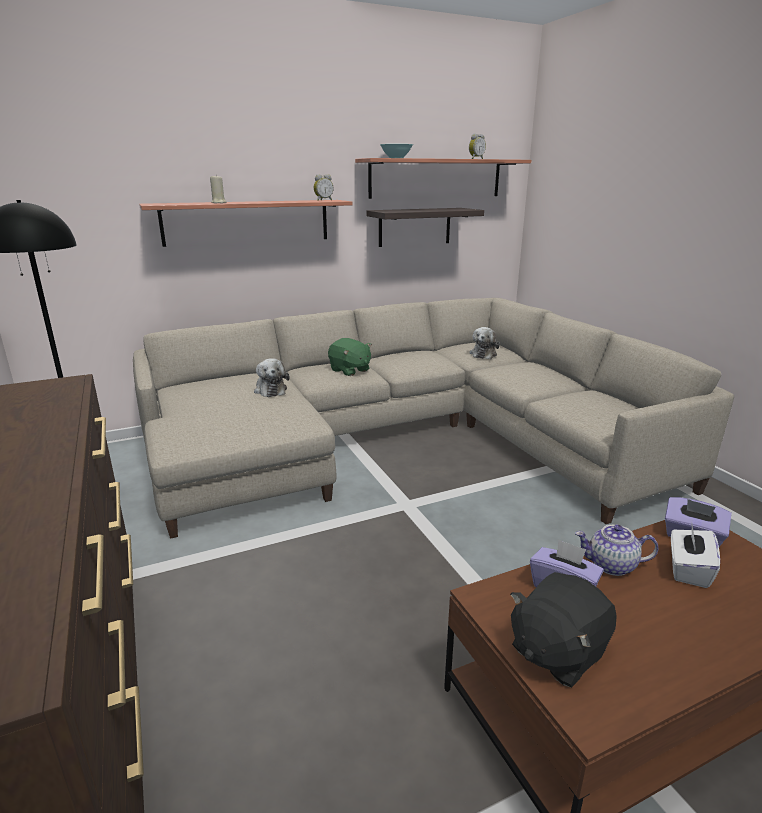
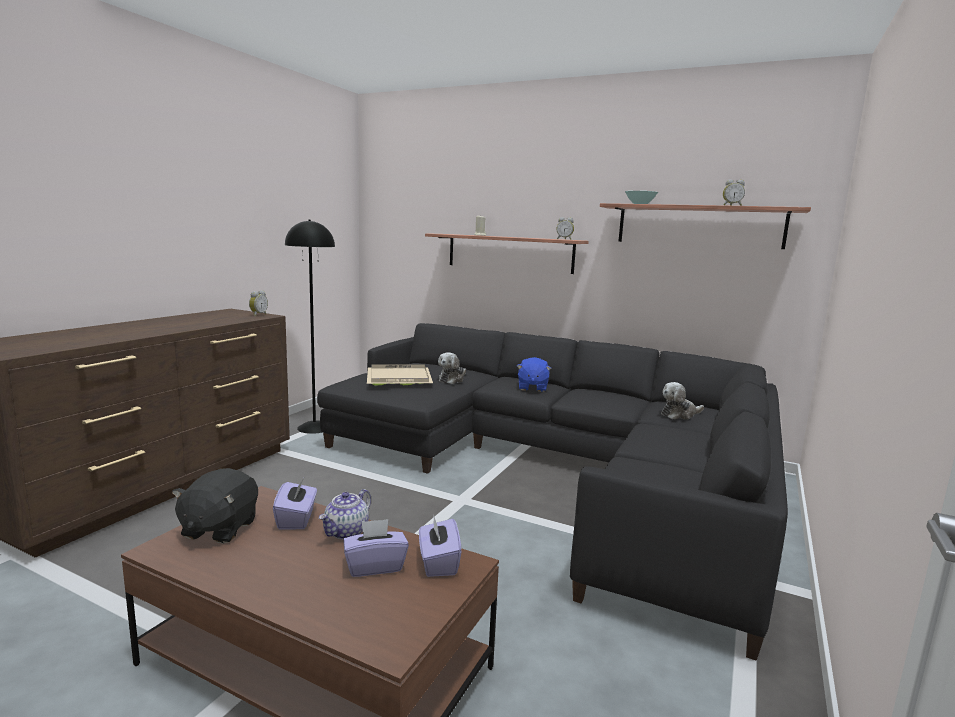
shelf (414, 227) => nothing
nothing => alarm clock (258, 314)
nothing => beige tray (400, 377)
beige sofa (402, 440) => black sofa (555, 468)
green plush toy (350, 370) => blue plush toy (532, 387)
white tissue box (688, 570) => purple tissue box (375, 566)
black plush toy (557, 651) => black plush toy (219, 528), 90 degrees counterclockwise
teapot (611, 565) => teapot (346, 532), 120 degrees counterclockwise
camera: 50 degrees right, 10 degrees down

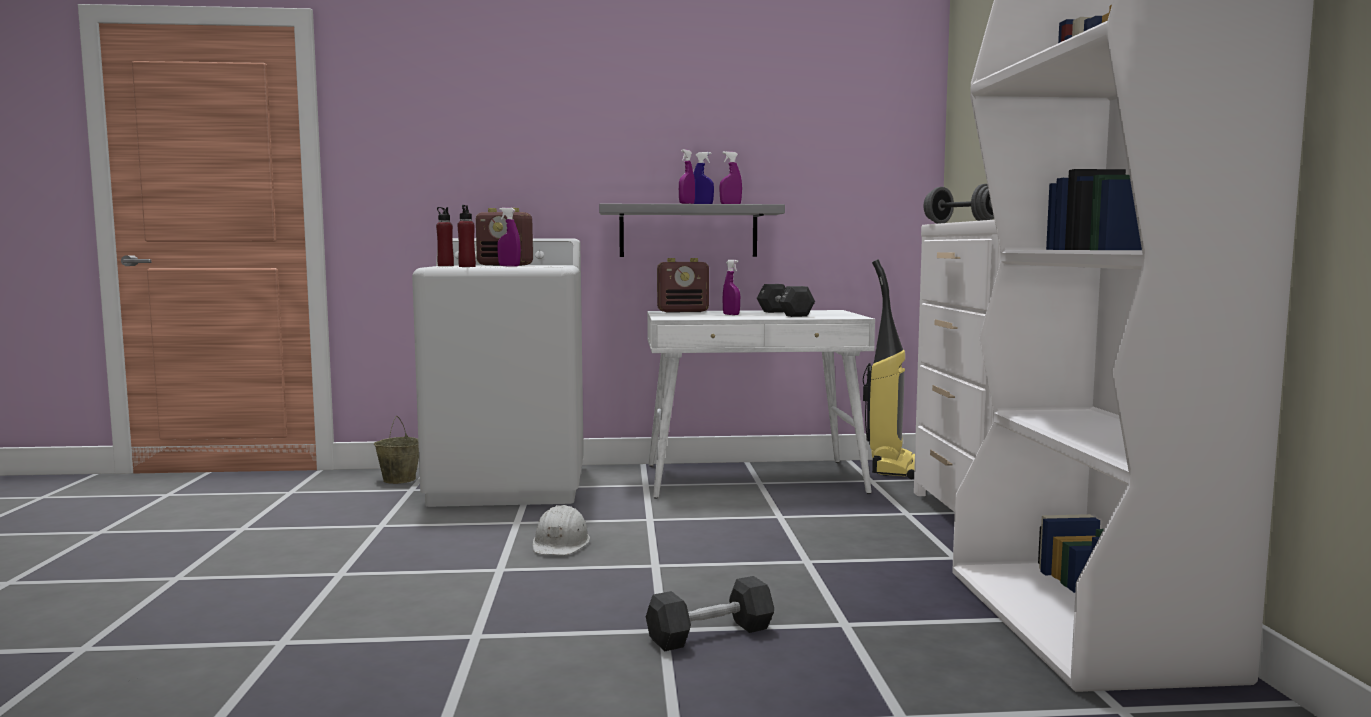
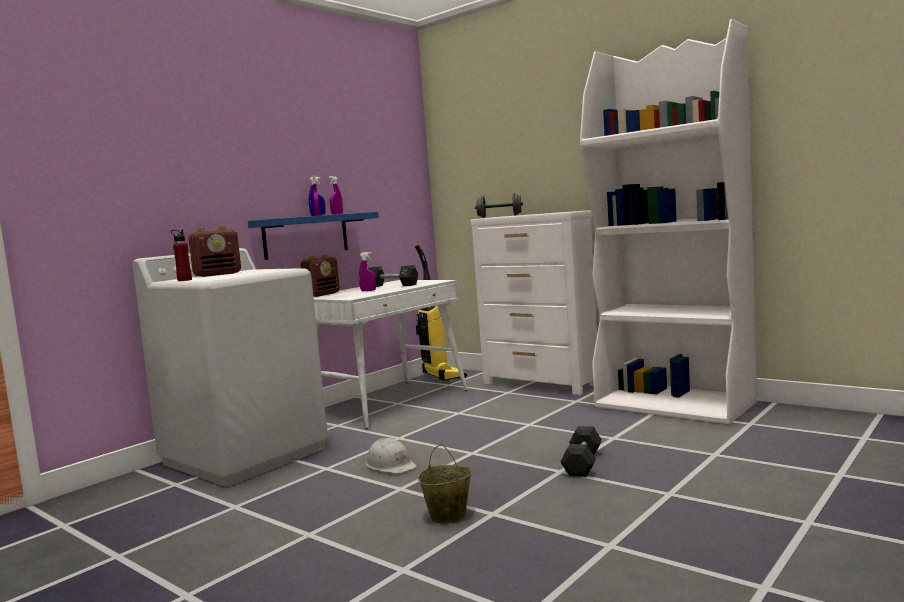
red bottle (467, 266) => nothing
purple spray bottle (509, 266) => nothing
beige bucket (398, 479) => beige bucket (447, 516), relocated
grey shelf (688, 231) => blue shelf (306, 236)
camera: 45 degrees left, 0 degrees up

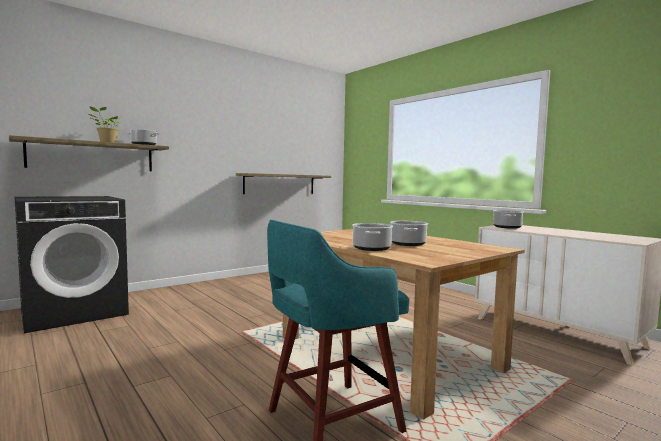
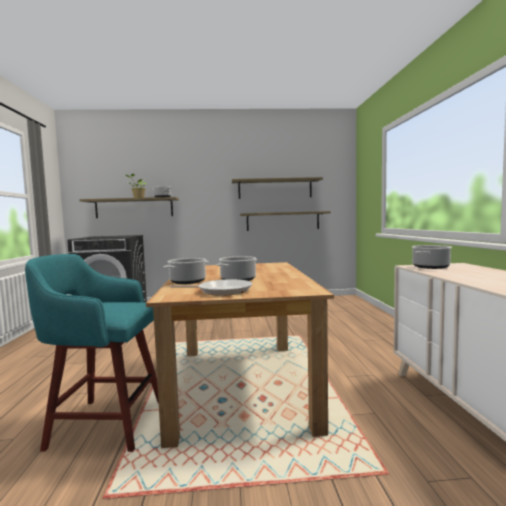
nothing => frying pan (221, 291)
nothing => shelf (275, 189)
camera: 35 degrees right, 0 degrees up

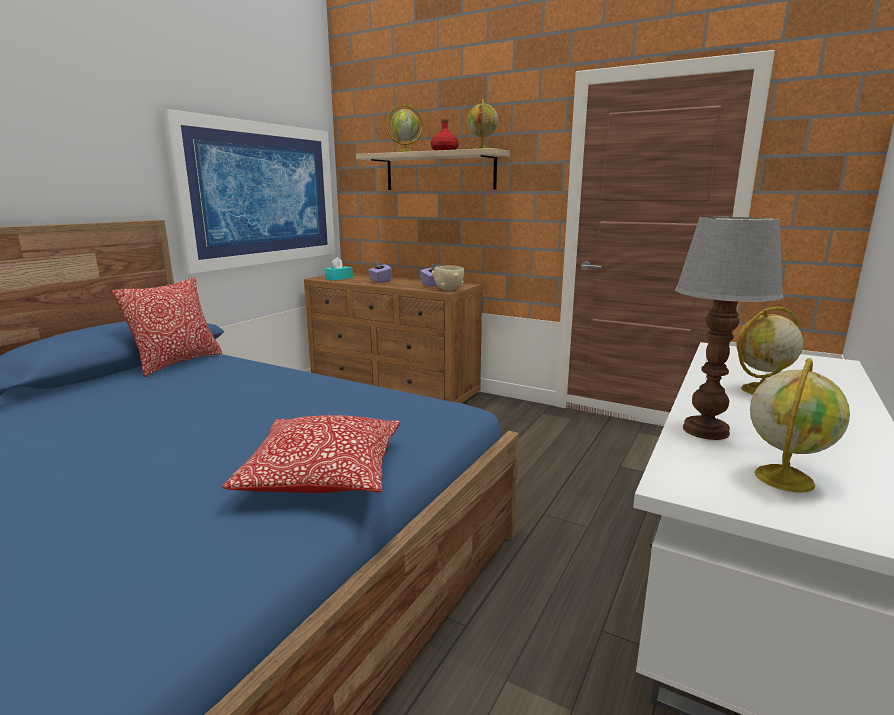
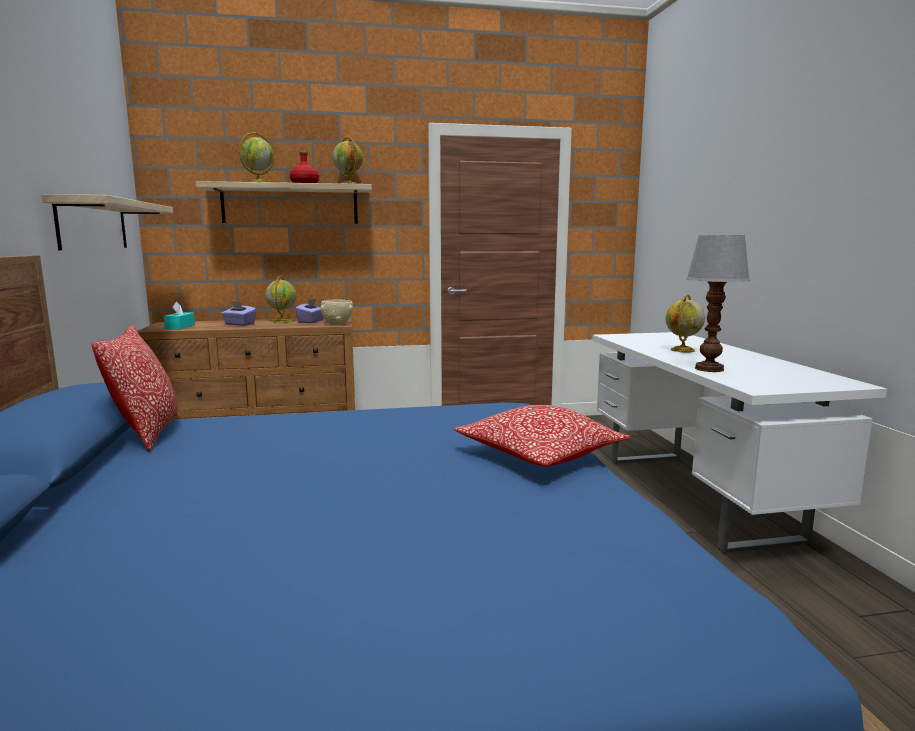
globe (783, 478) => globe (282, 321), relocated
picture (261, 194) => shelf (93, 225)
camera: 40 degrees left, 5 degrees down

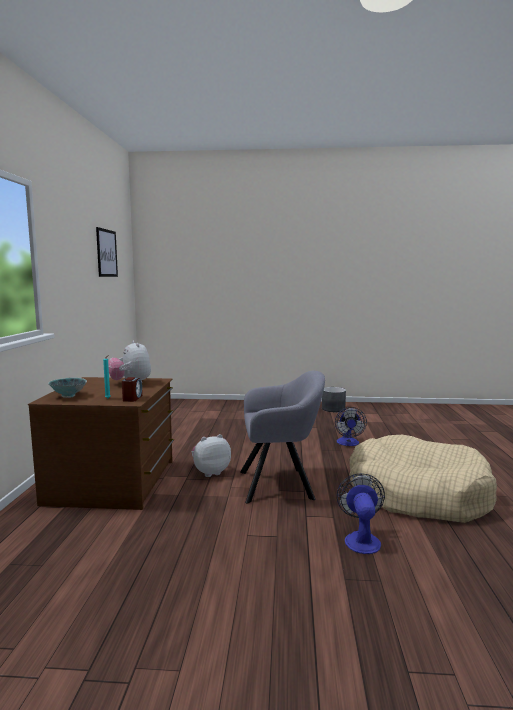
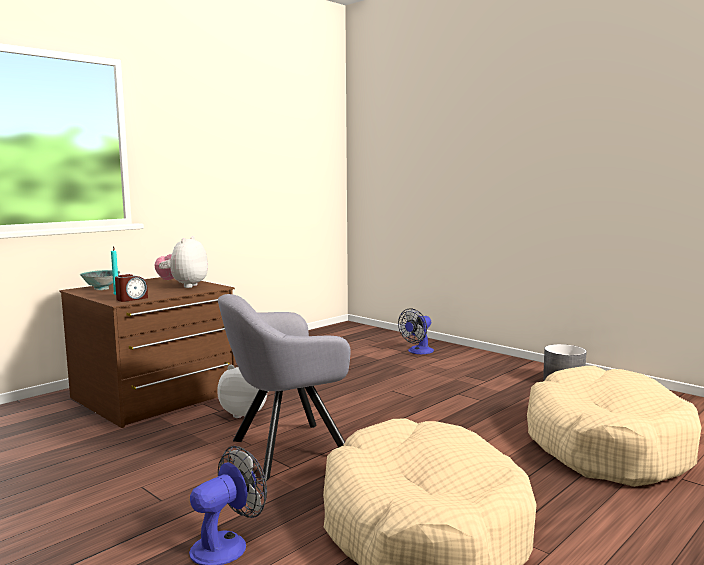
picture (106, 253) => nothing
nothing => beige dog bed (605, 445)
fan (348, 443) => fan (418, 351), relocated
grey armchair (281, 484) => grey armchair (283, 451), 120 degrees clockwise
camera: 40 degrees right, 0 degrees up

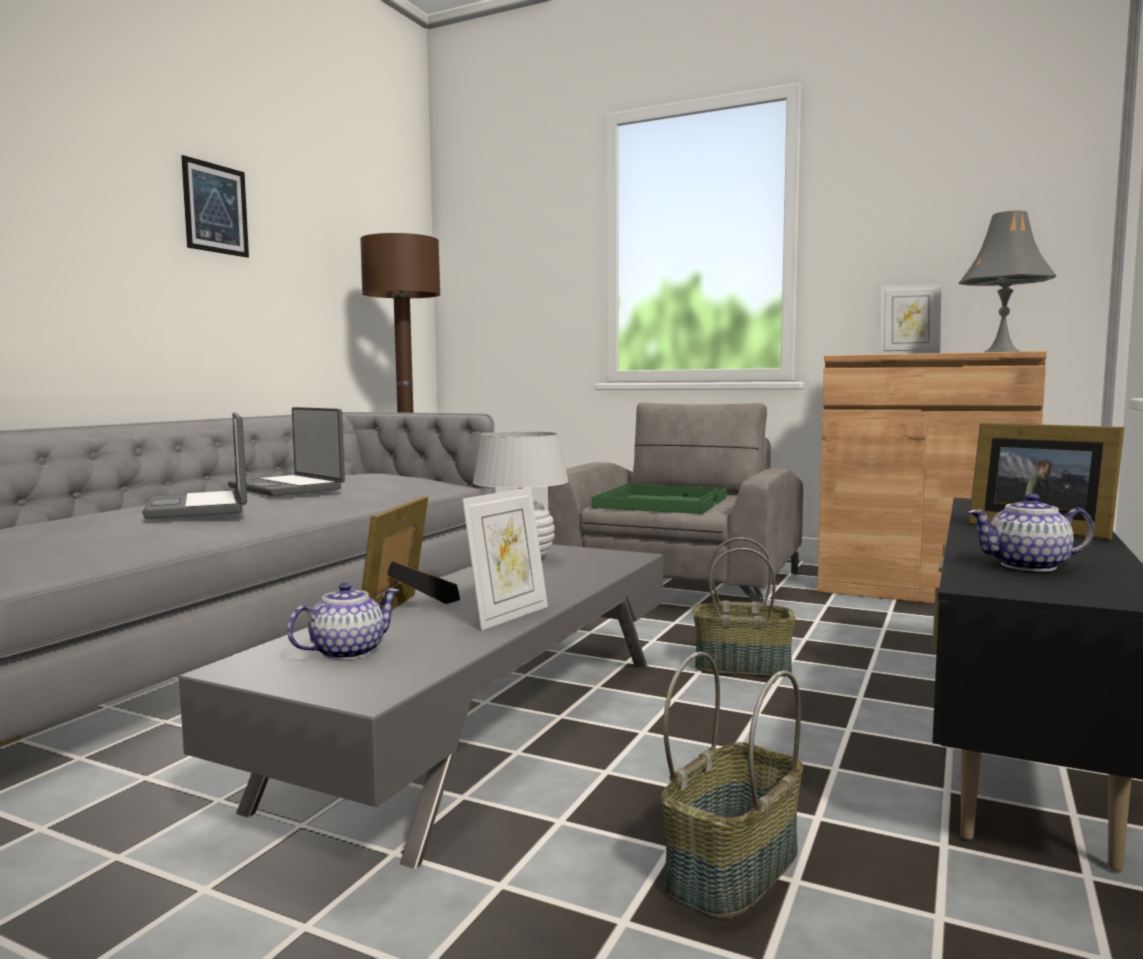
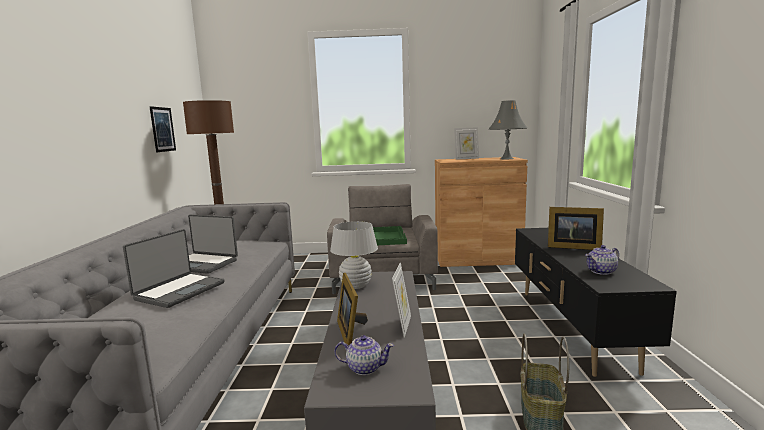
basket (743, 666) => nothing
picture (215, 208) => picture (162, 129), relocated
laptop (200, 507) => laptop (179, 291), 105 degrees counterclockwise
teapot (346, 652) => teapot (364, 368), 75 degrees clockwise
camera: 25 degrees left, 5 degrees up

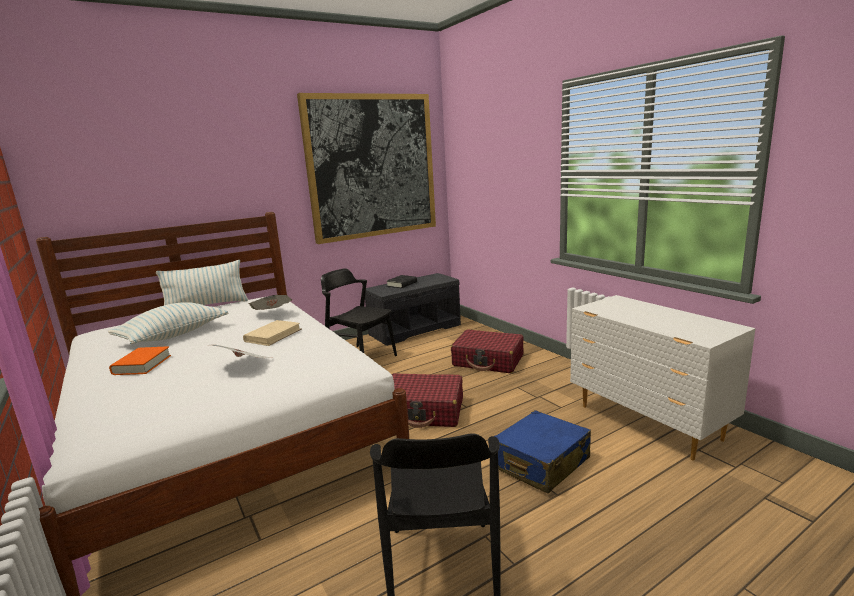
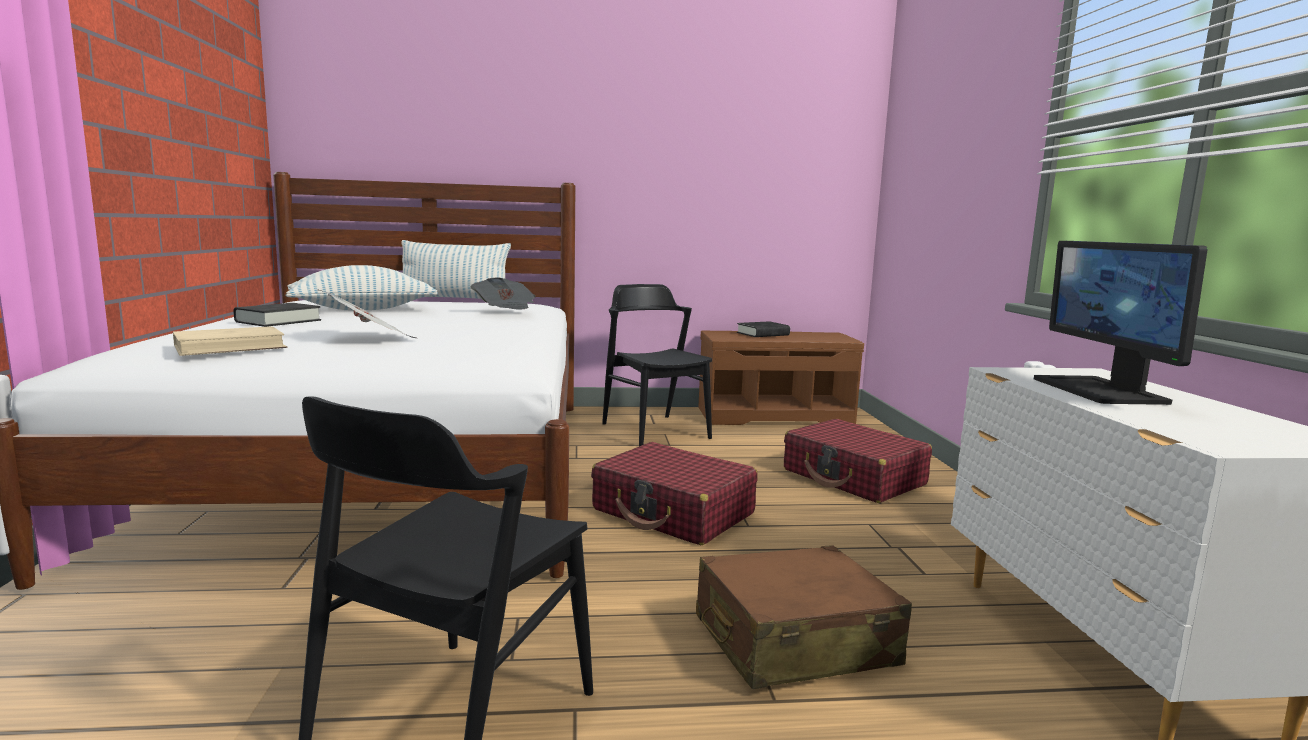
picture (371, 166) => nothing
nothing => monitor (1101, 391)
beige book (273, 335) => beige book (230, 347), relocated
orange book (142, 365) => black book (278, 321)
grey bench (415, 329) => brown bench (775, 415)
blue suitcase (540, 463) => brown suitcase (793, 641)
camera: 25 degrees right, 5 degrees down

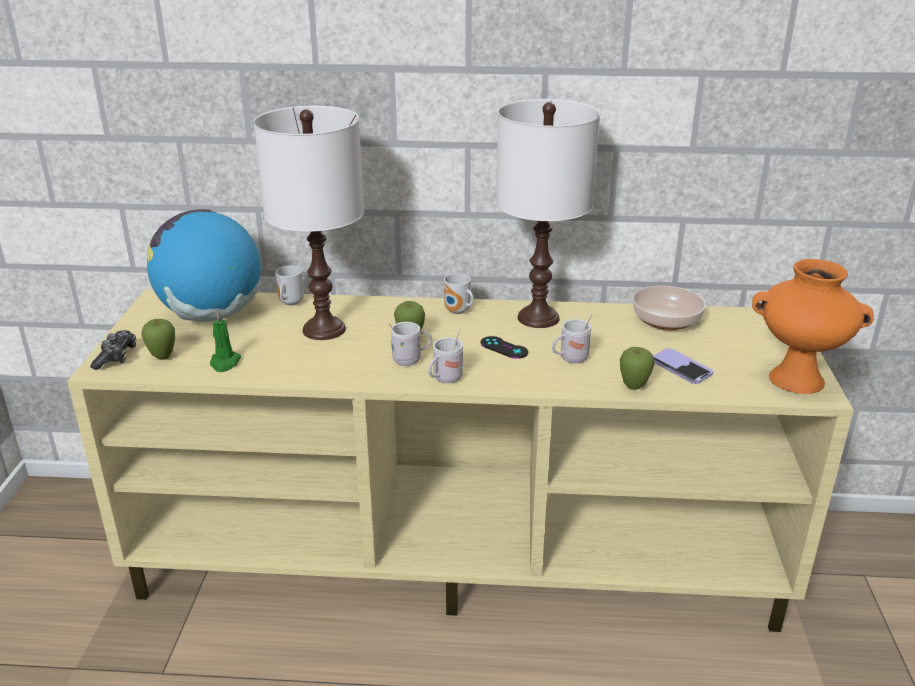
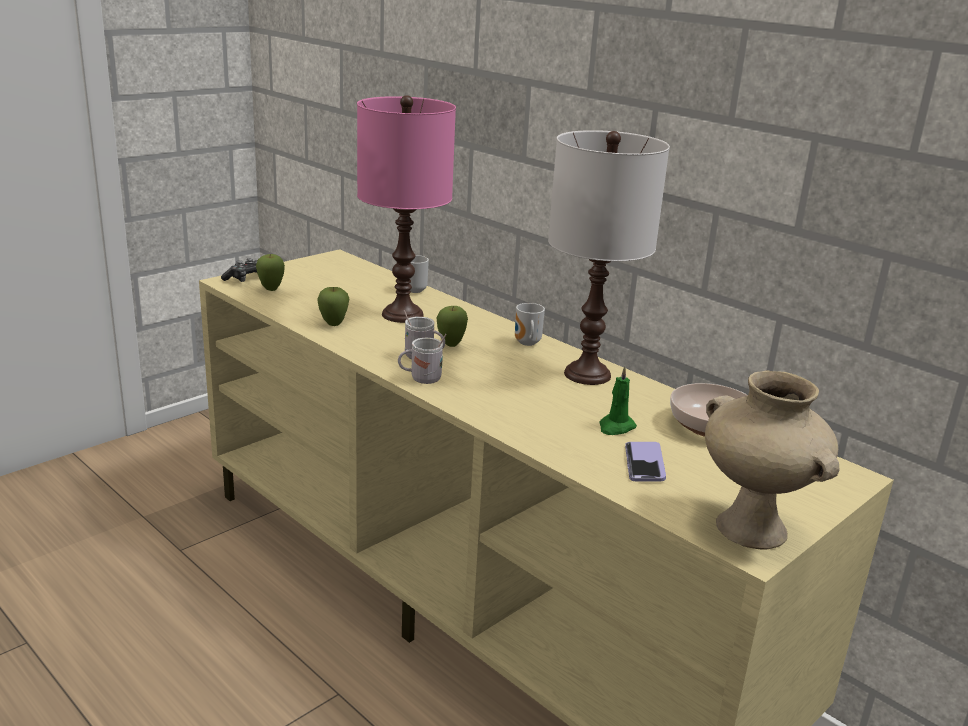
globe (212, 315) => nothing
black game controller (504, 348) => nothing
white mug (570, 359) => nothing
green candle (225, 363) => green candle (616, 427), relocated
apple (633, 387) => apple (333, 325), relocated
white table lamp (325, 329) => pink table lamp (403, 315)
orange vase (797, 379) => beige vase (753, 529)
camera: 40 degrees right, 5 degrees down

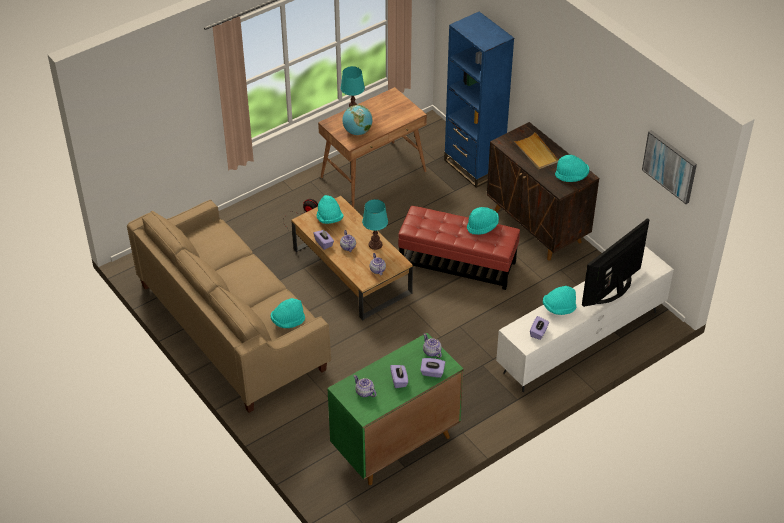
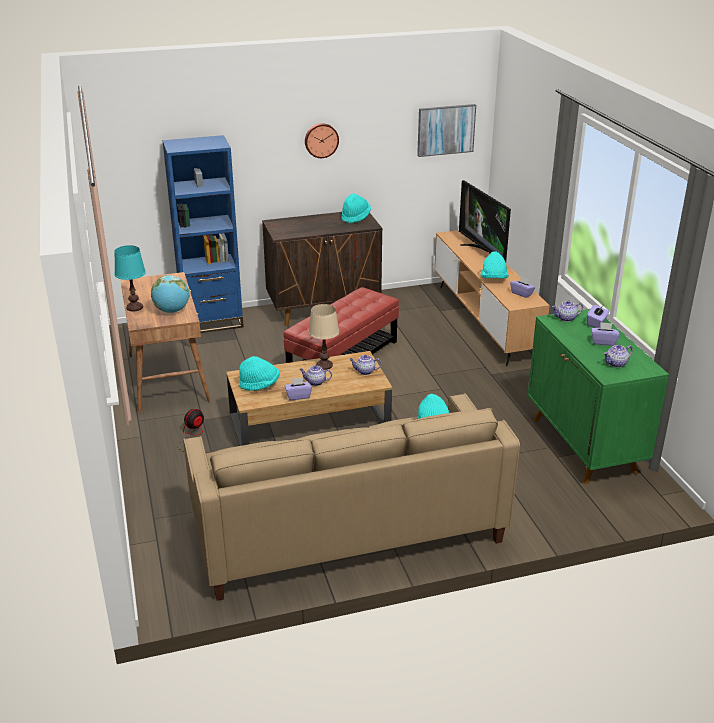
turquoise hat (482, 226) => nothing
beige tray (536, 153) => nothing
nothing => wall clock (321, 140)
turquoise table lamp (375, 244) => beige table lamp (324, 365)
white tv stand (581, 341) => brown tv stand (483, 321)
camera: 70 degrees left, 15 degrees down

